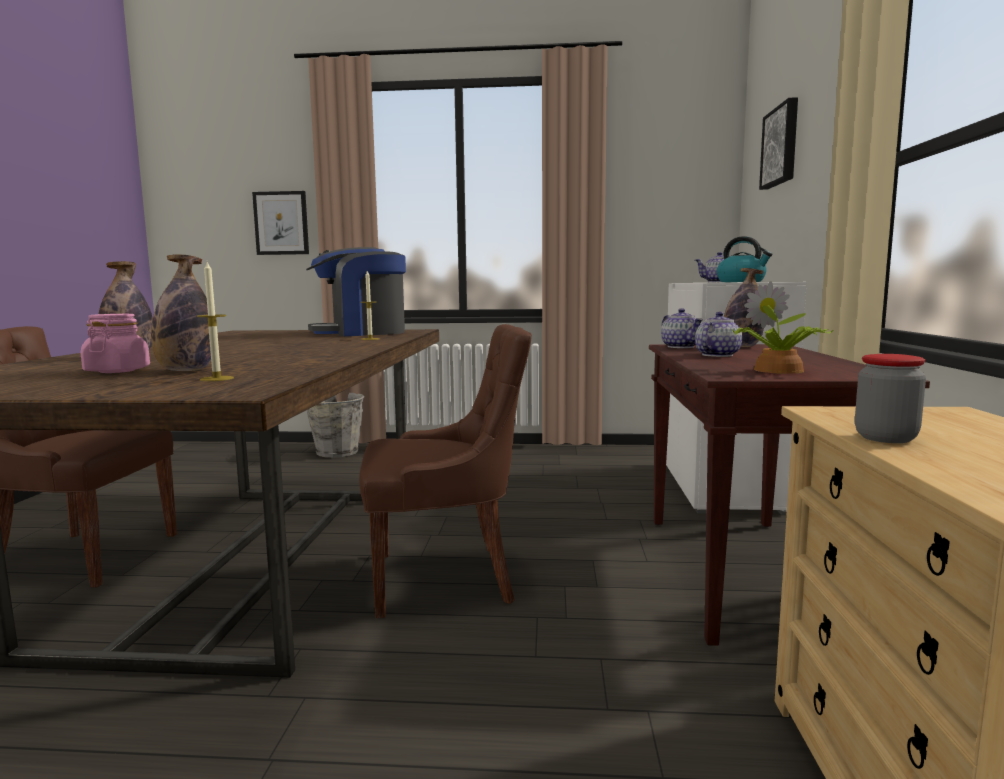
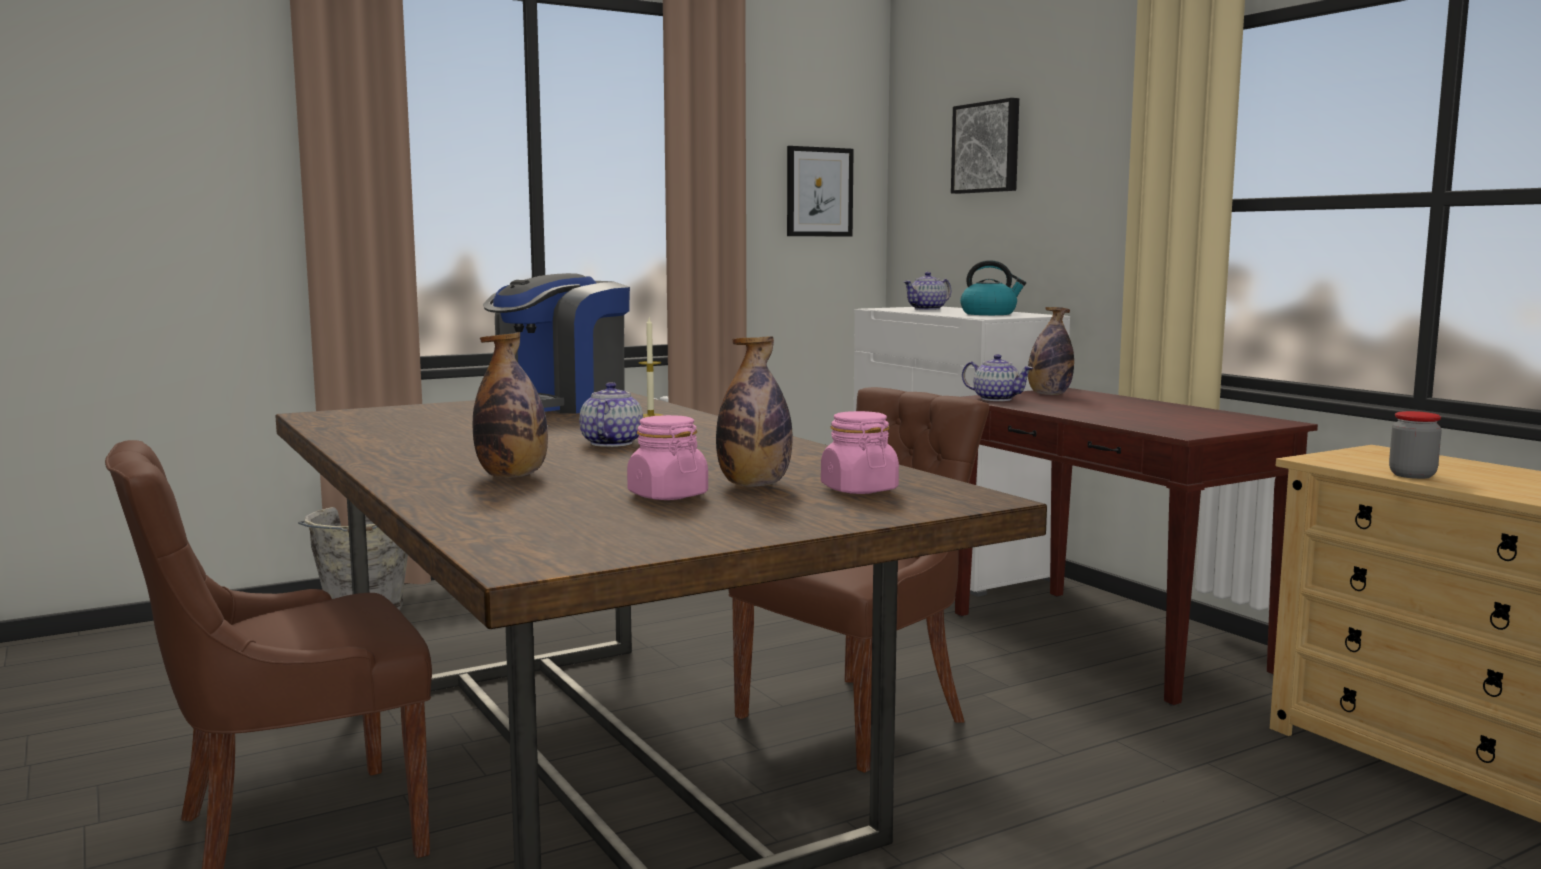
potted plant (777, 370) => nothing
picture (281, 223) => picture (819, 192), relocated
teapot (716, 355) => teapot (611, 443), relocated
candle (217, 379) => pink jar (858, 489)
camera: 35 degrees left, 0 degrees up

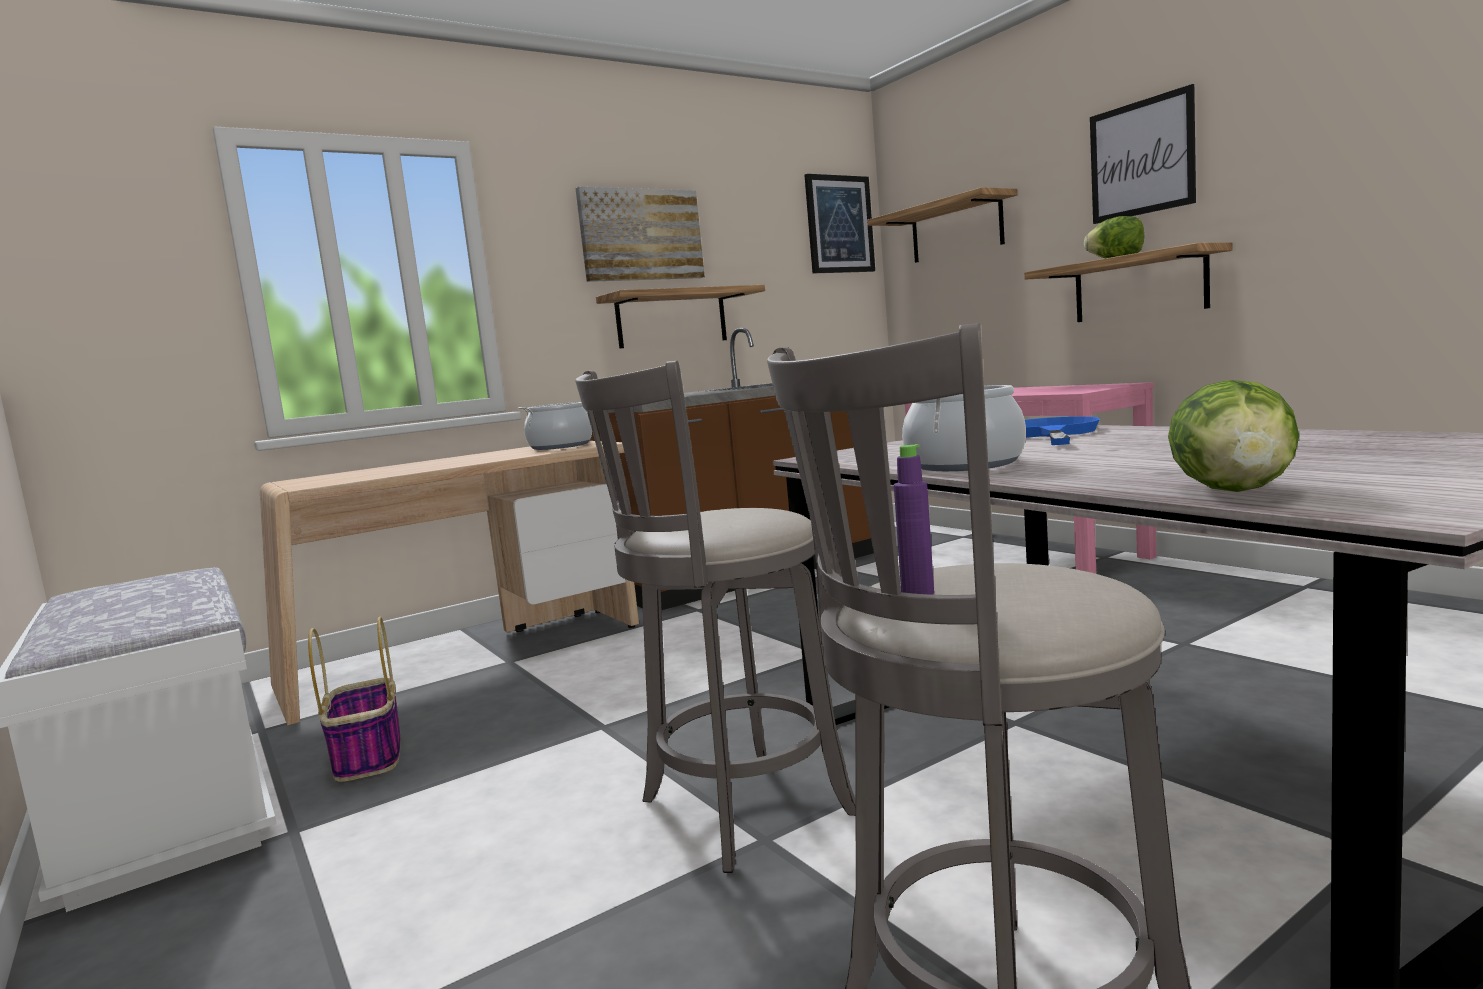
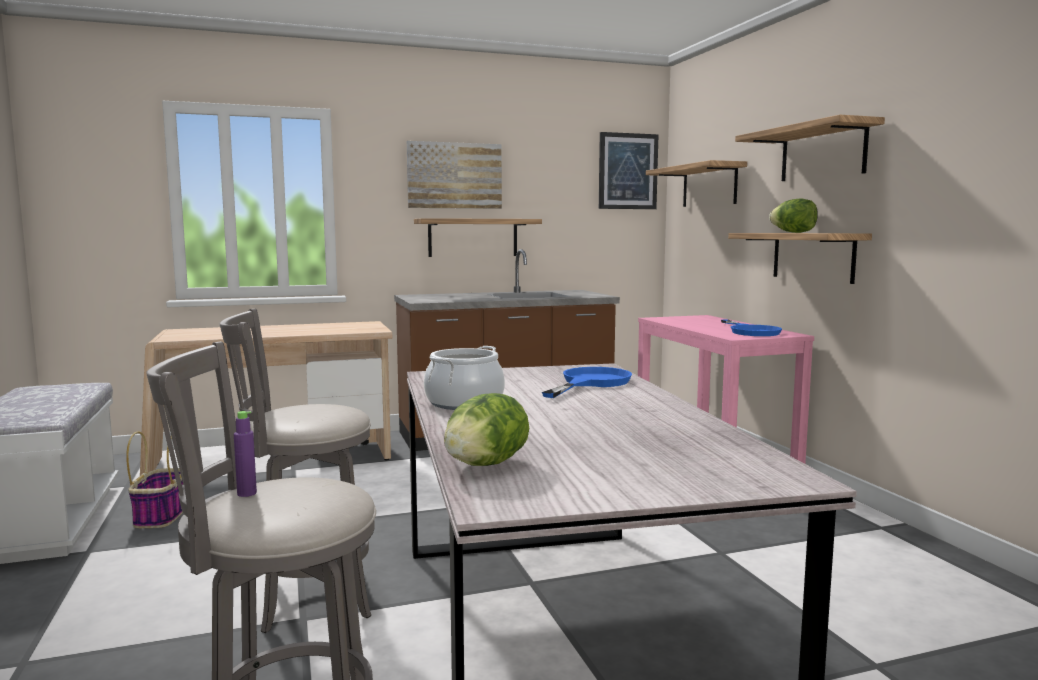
cooking pot (561, 446) => nothing
nothing => blue frying pan (751, 331)
picture (1141, 158) => shelf (822, 153)
camera: 15 degrees right, 0 degrees up

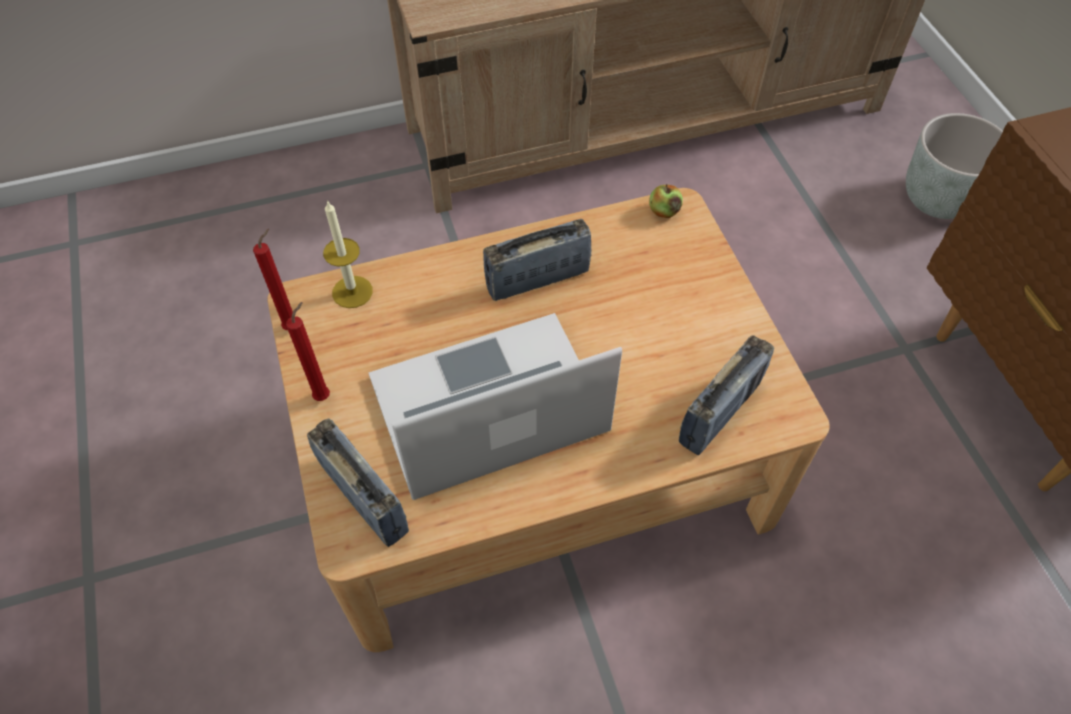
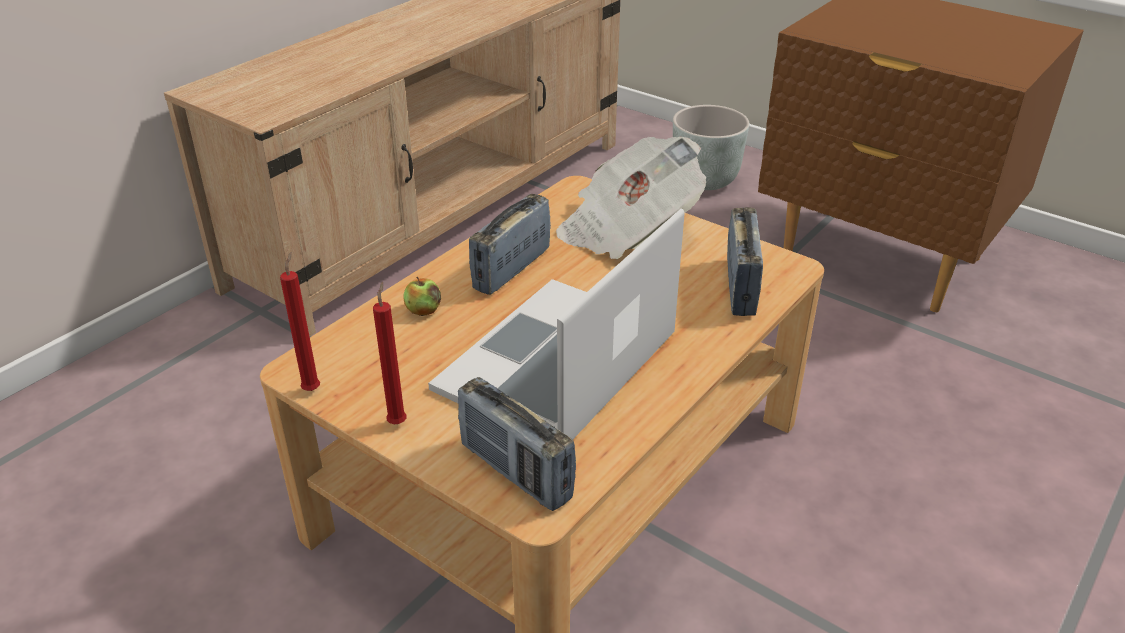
candle (352, 292) => nothing
nothing => newspaper (627, 229)
apple (664, 211) => apple (423, 310), relocated
radio (364, 498) => radio (515, 472), 150 degrees counterclockwise
camera: 35 degrees left, 20 degrees down

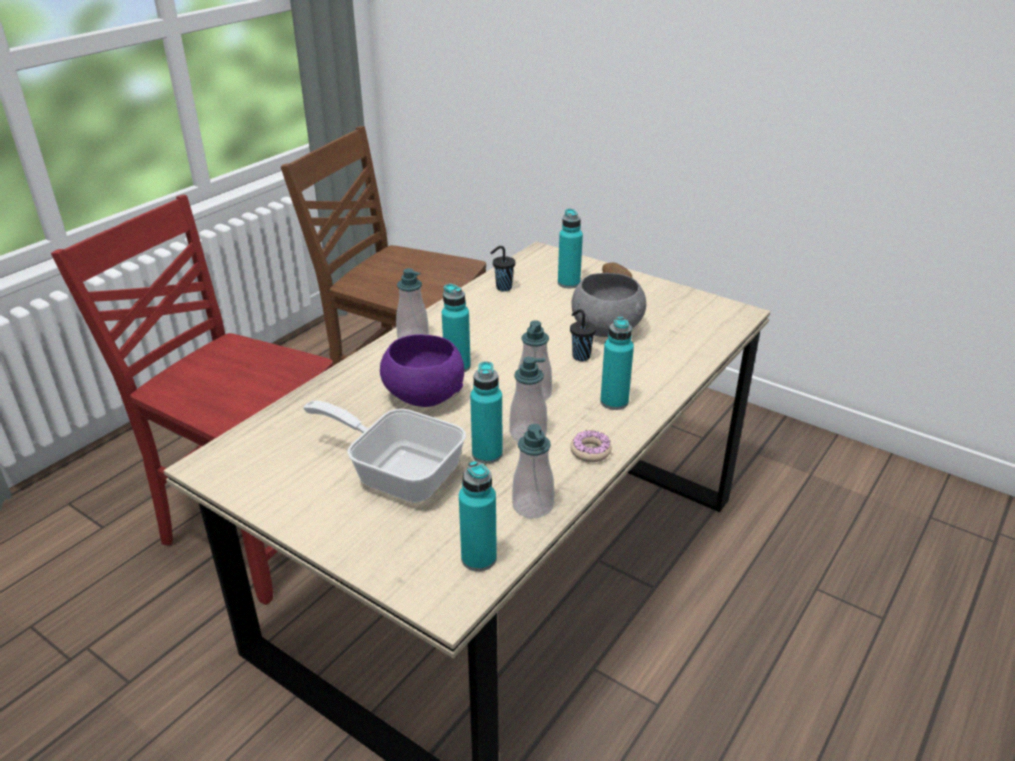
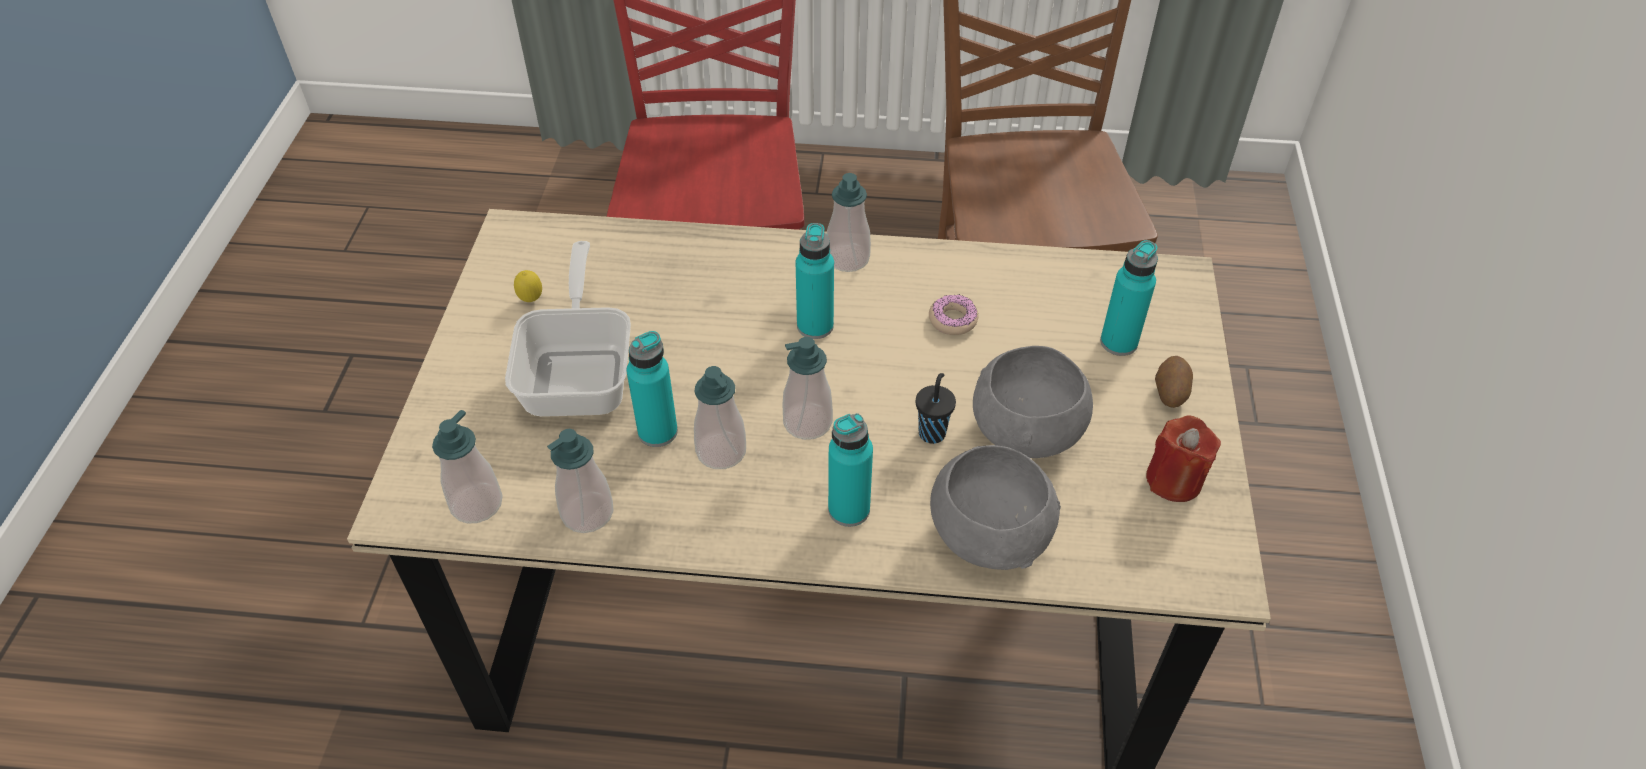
purple bowl (423, 397) => nothing
black cup (502, 288) => nothing
nothing => lemon (531, 300)
nothing => grey bowl (987, 535)
nothing => red candle (1174, 480)
donut (590, 451) => donut (952, 320), relocated
turquoise bottle (479, 558) => soap dispenser (476, 504)
camera: 60 degrees right, 15 degrees up

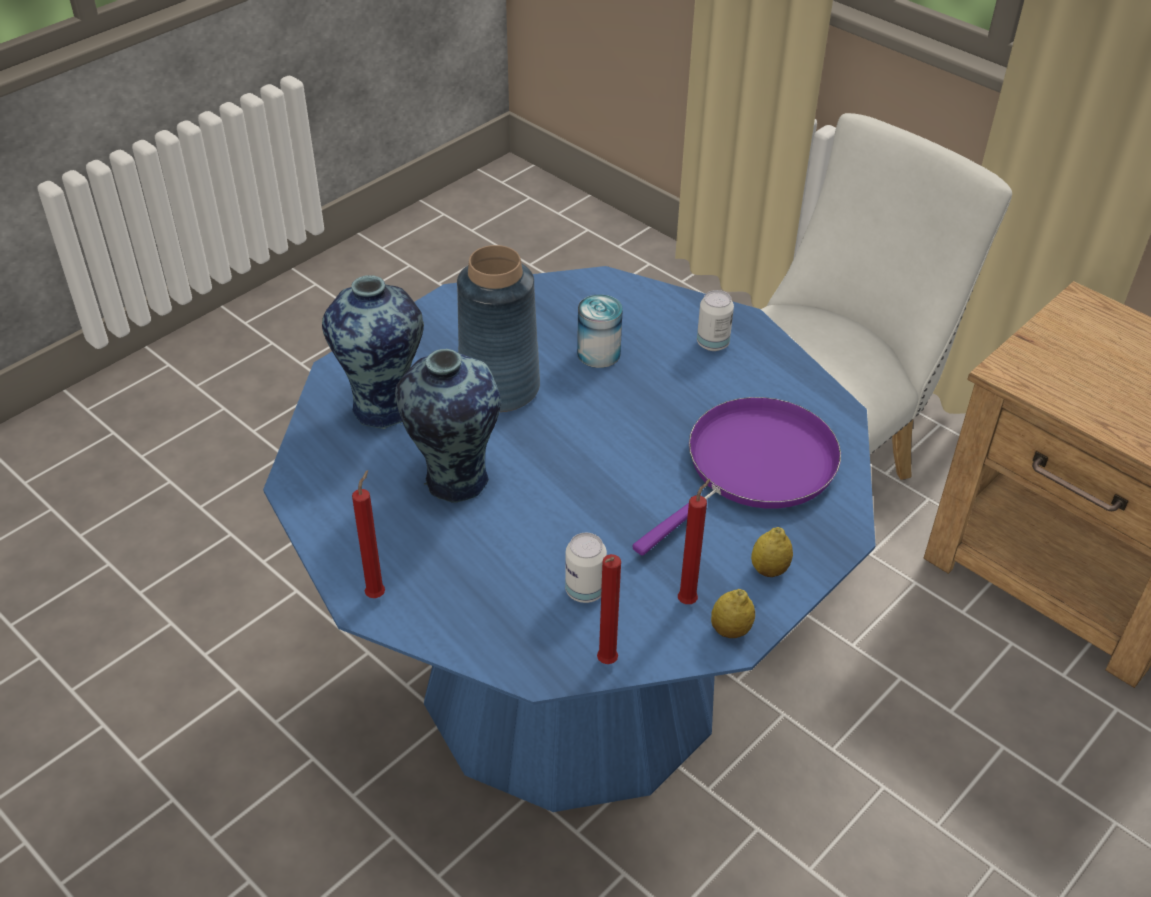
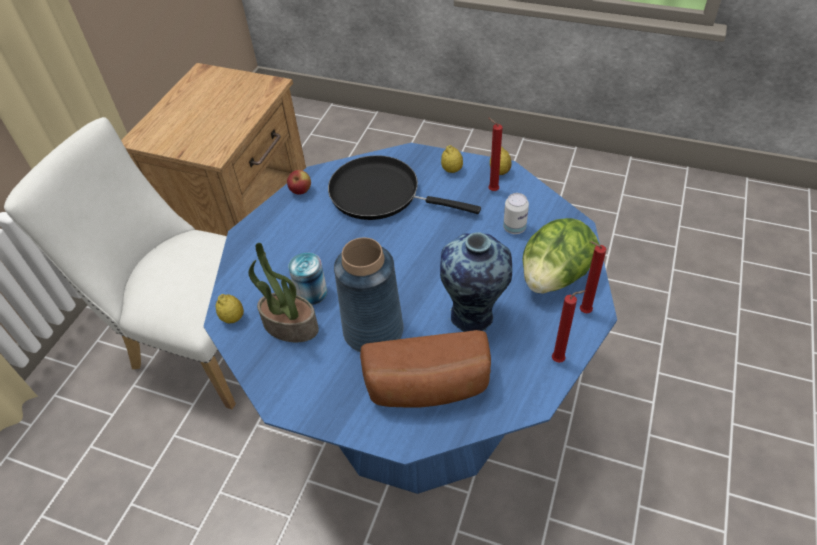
can (712, 343) => nothing
nothing => lemon (233, 318)
nothing => potted plant (289, 326)
nothing => apple (301, 191)
nothing => lettuce (554, 277)
red candle (605, 663) => red candle (560, 360), relocated
vase (383, 406) => bread (428, 389)
purple frying pan (754, 468) => black frying pan (381, 194)
camera: 110 degrees left, 5 degrees up

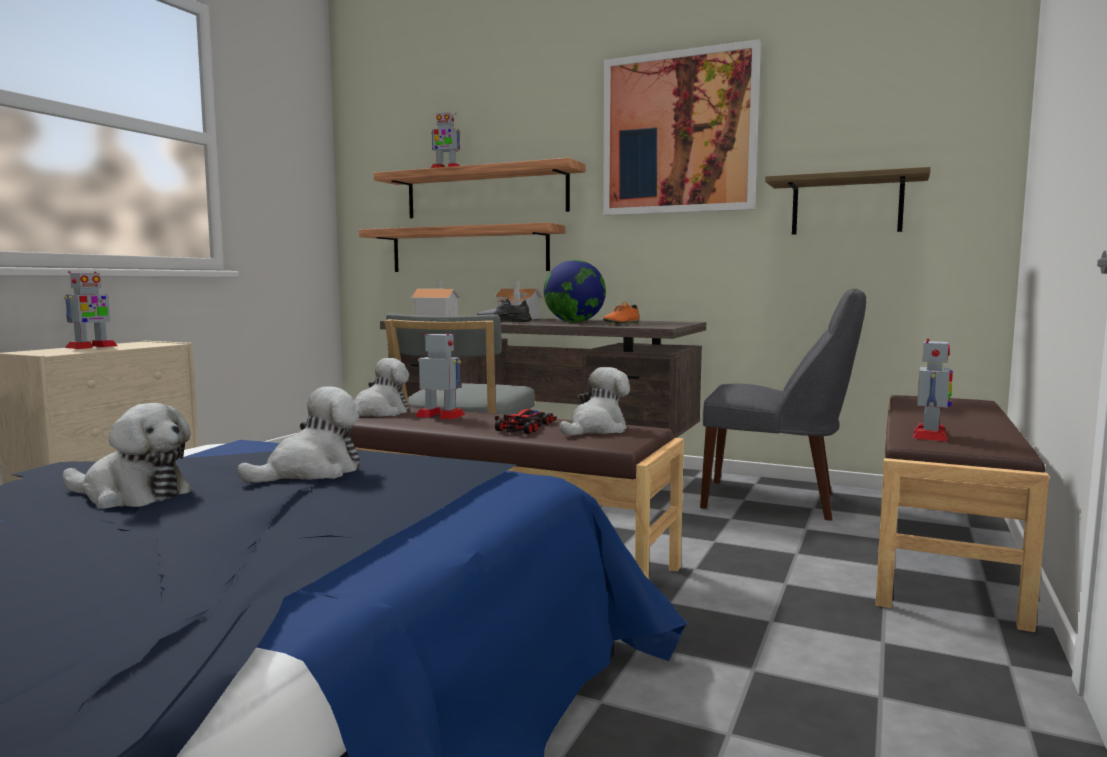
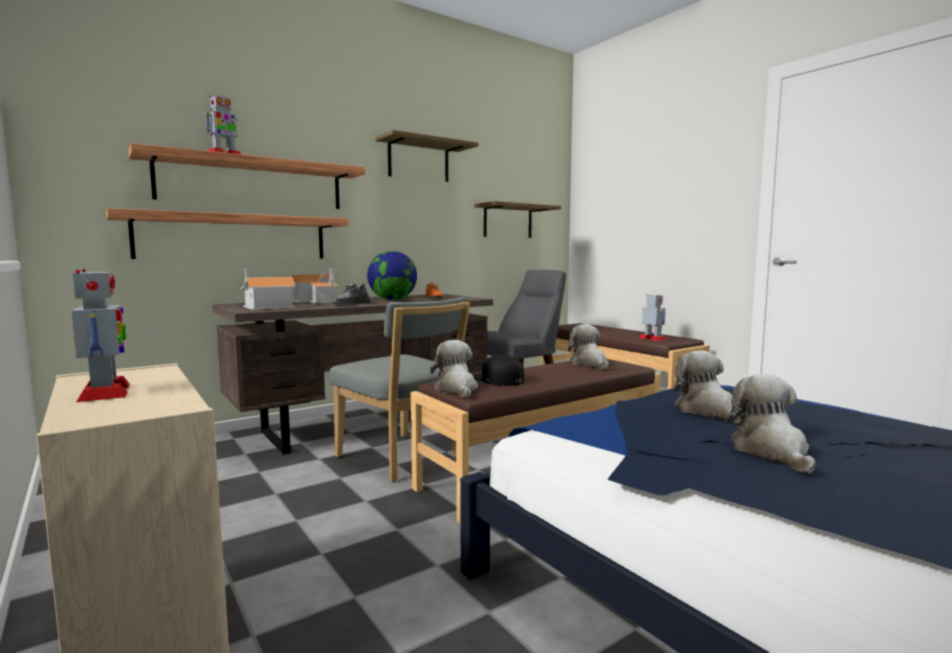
toy car (527, 426) => nothing
toy robot (440, 415) => black cap (497, 379)
picture (678, 133) => shelf (418, 161)
plush toy (131, 495) => plush toy (771, 452), 45 degrees counterclockwise
camera: 60 degrees left, 0 degrees up

